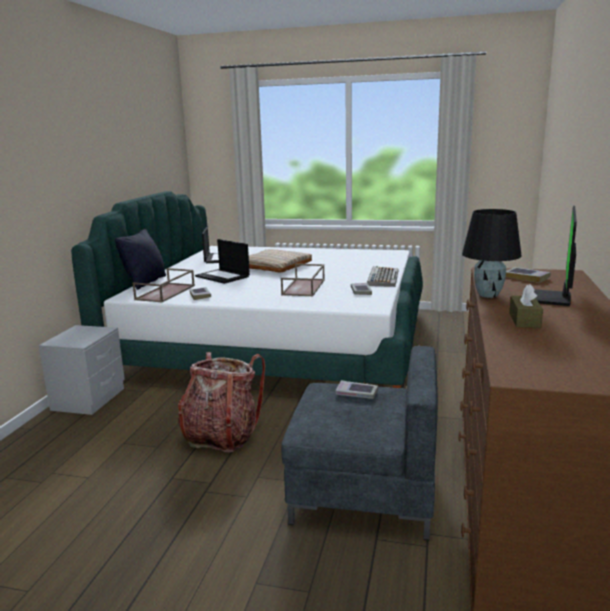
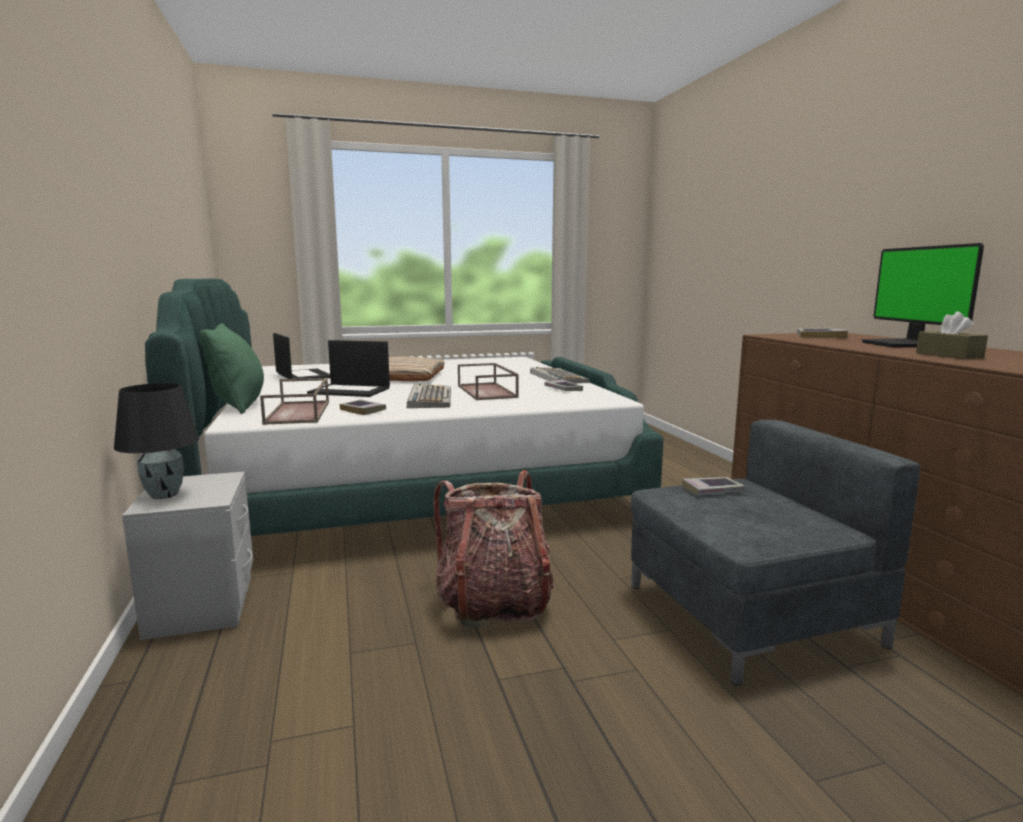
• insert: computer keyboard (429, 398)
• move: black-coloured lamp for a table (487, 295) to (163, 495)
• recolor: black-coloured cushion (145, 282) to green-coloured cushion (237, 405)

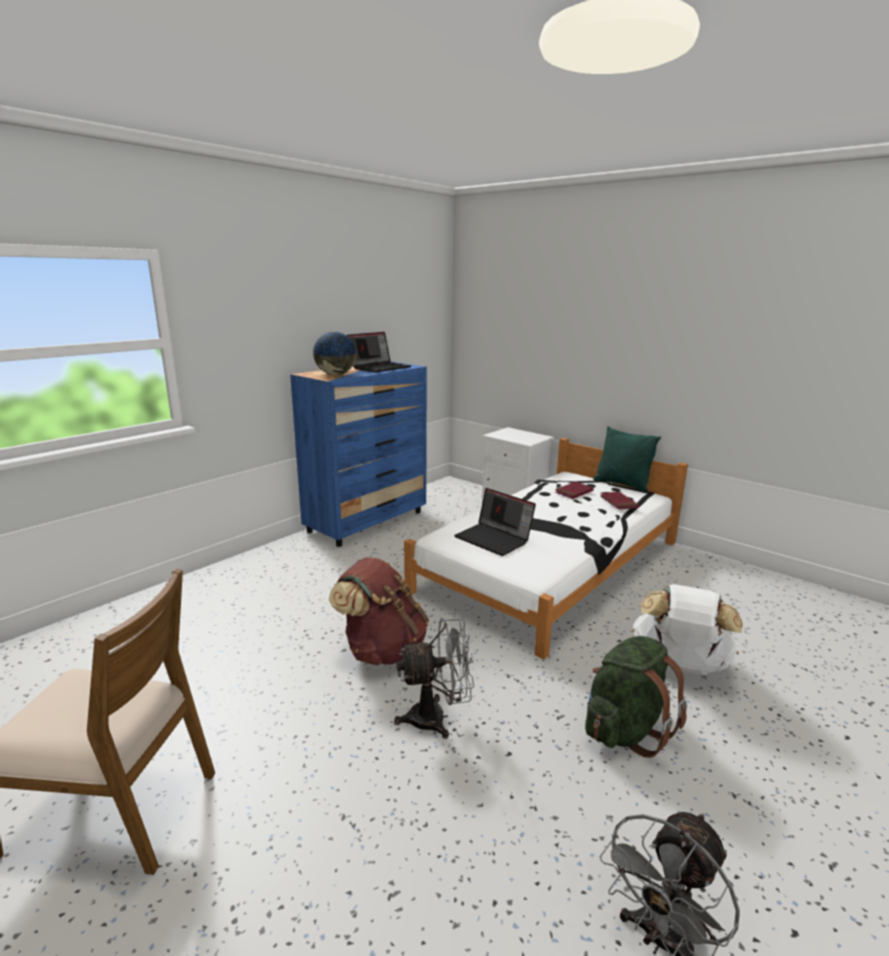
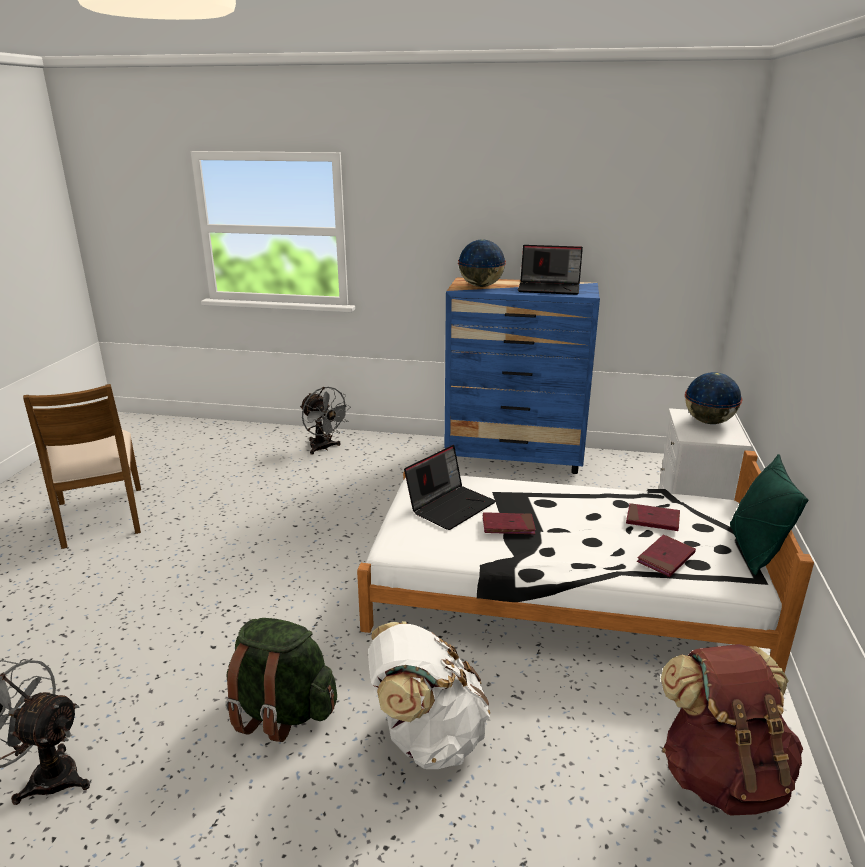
• insert: red bound book (508, 526)
• insert: globe (708, 422)
• move: brownish knapsack (382, 650) to (721, 775)
• move: greyish electric fan (437, 718) to (324, 448)
• rotate: laptop (494, 539) = (450, 506) 150 degrees counterclockwise

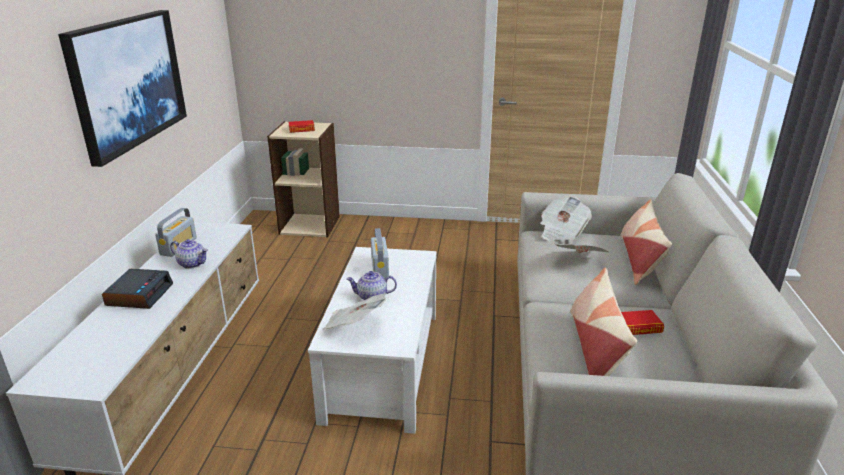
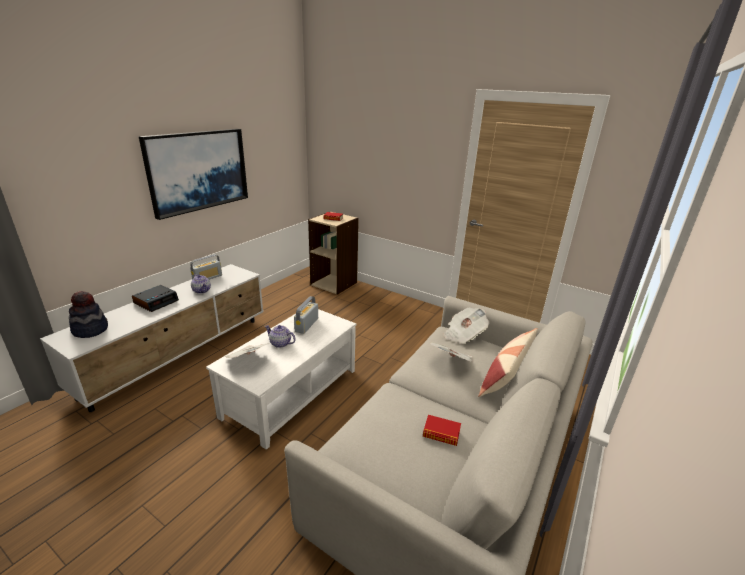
• delete: cushion (596, 348)
• insert: hat (90, 330)

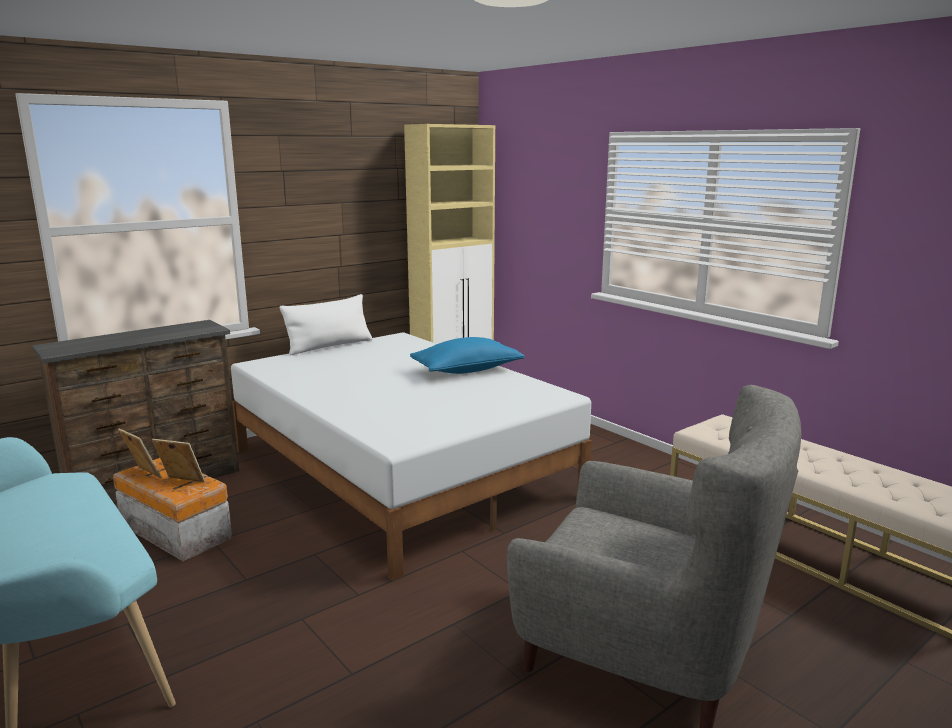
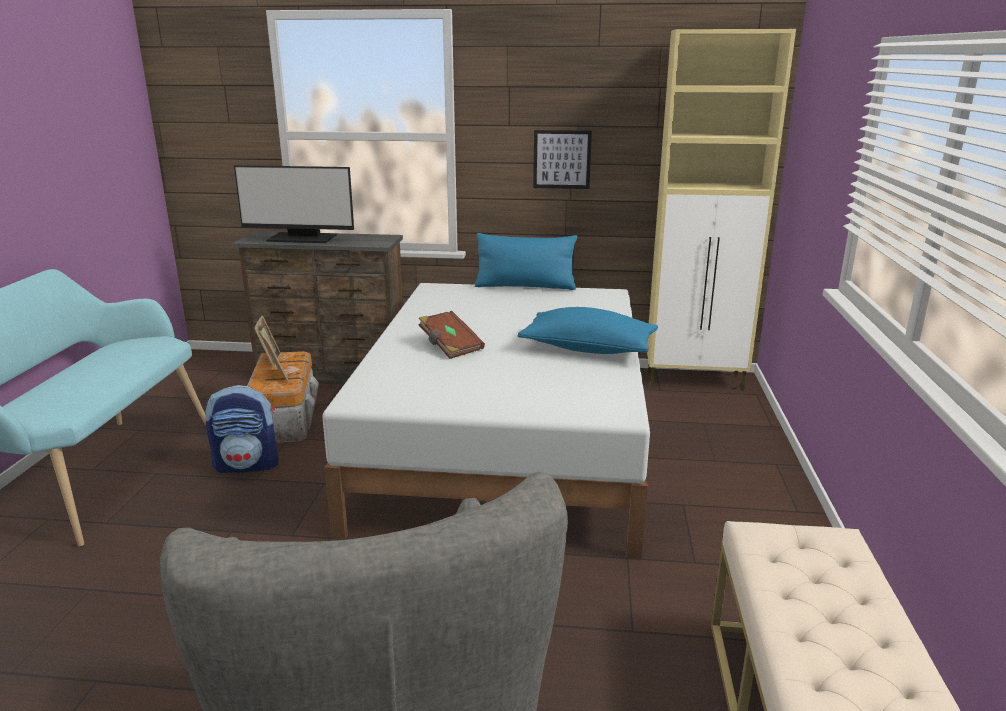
• insert: knapsack (248, 465)
• insert: computer screen (301, 238)
• insert: brownish bound book (450, 346)
• insert: picture (562, 159)
• recolor: white cushion (329, 346) to bluish cushion (525, 286)

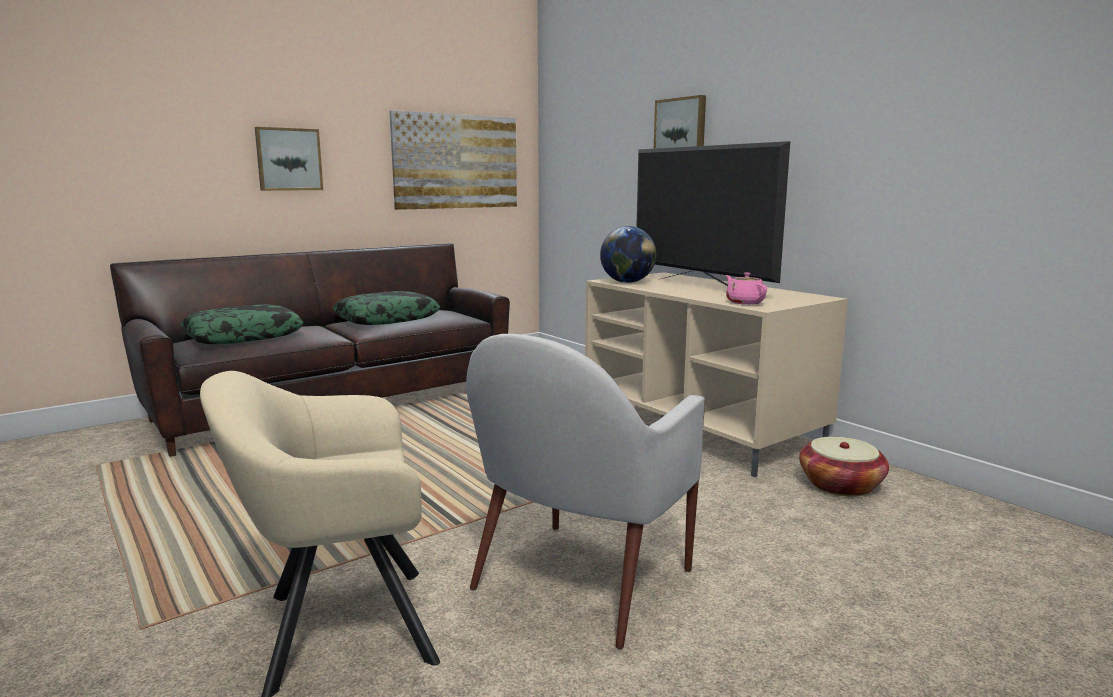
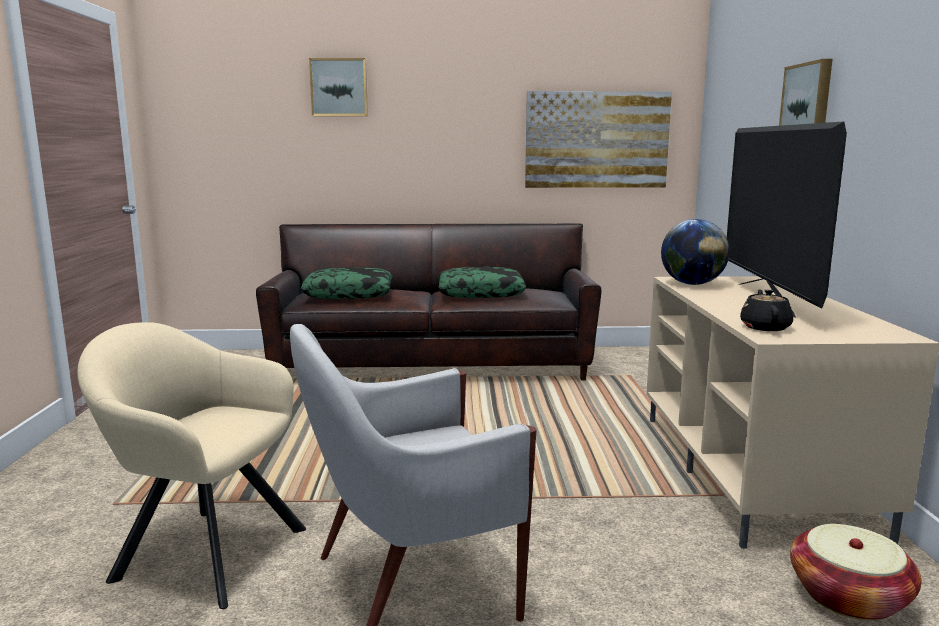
• move: picture (288, 159) to (339, 87)
• recolor: pinkish tea pot (744, 302) to black-coloured tea pot (765, 327)

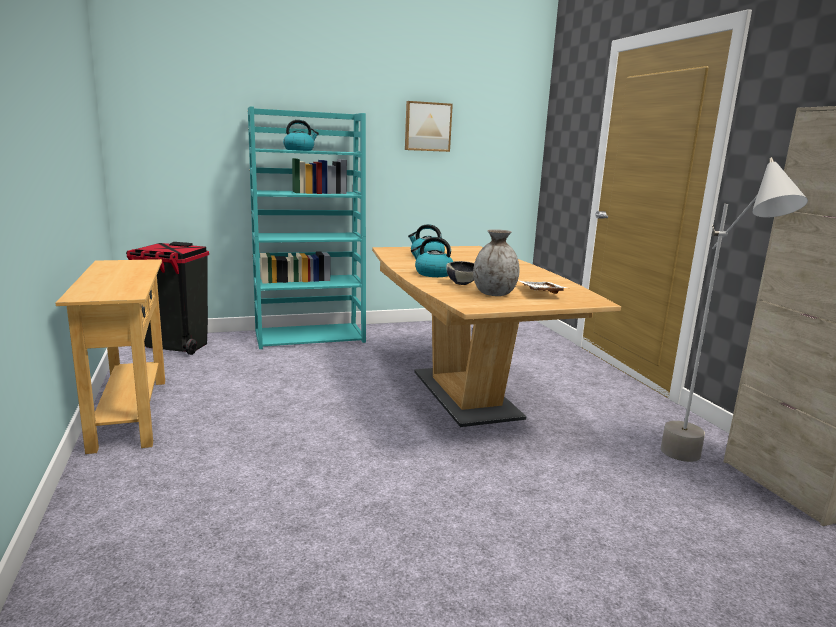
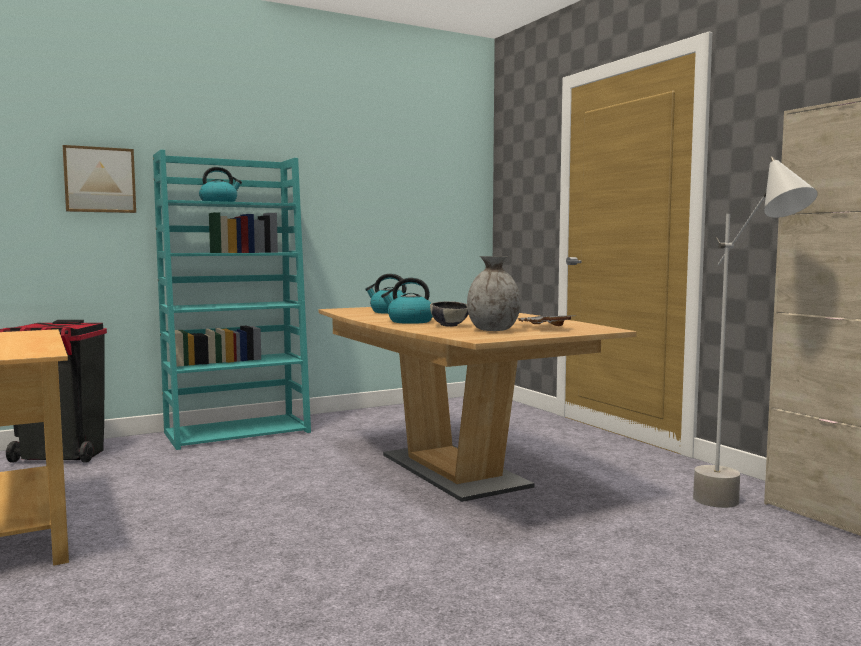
• move: picture (427, 126) to (99, 180)

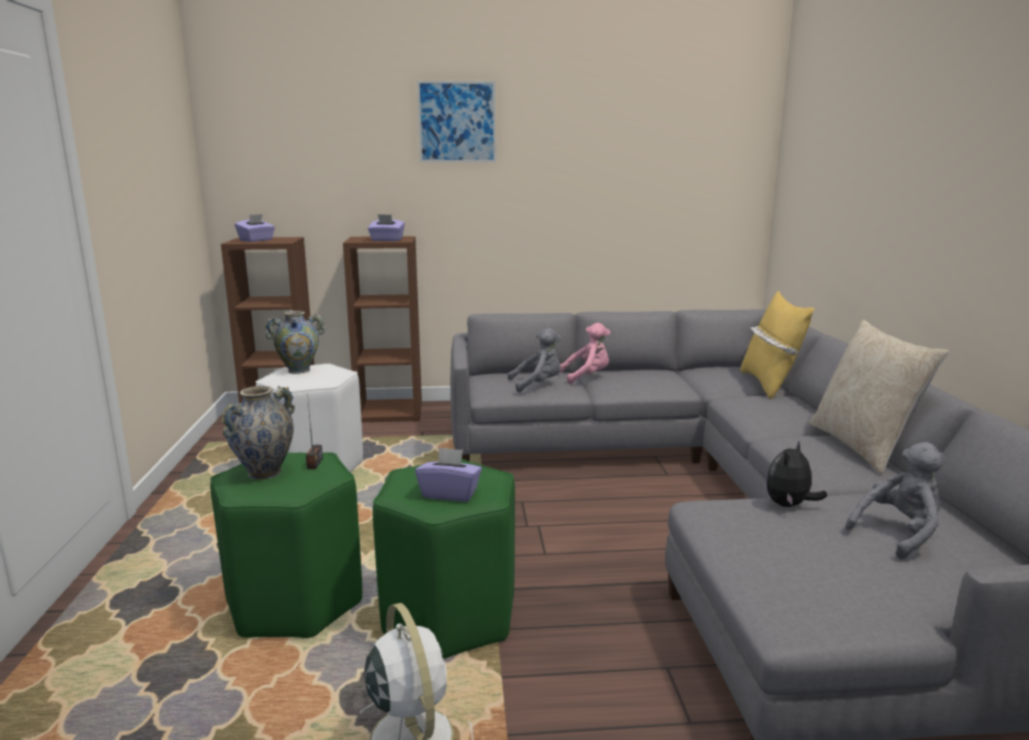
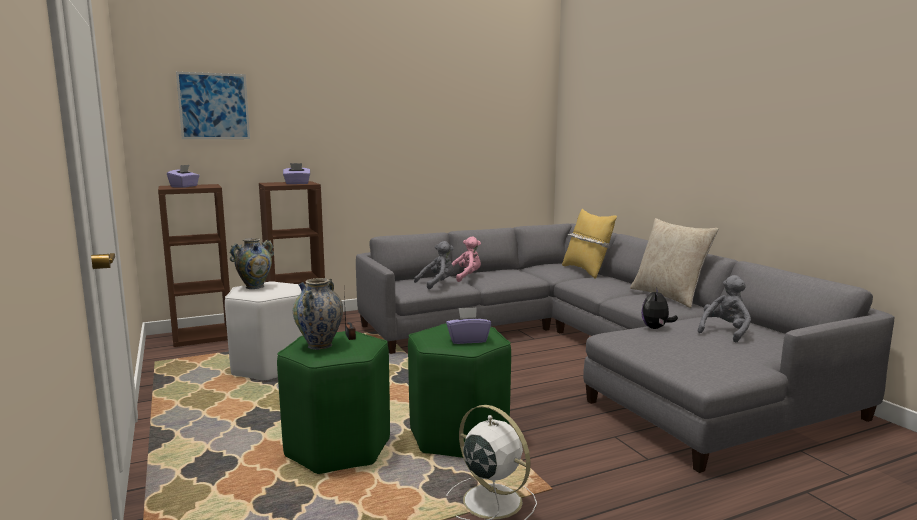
• move: picture (457, 122) to (214, 106)

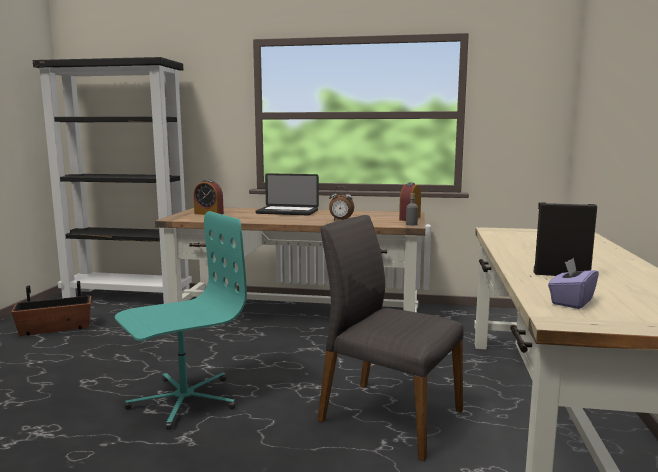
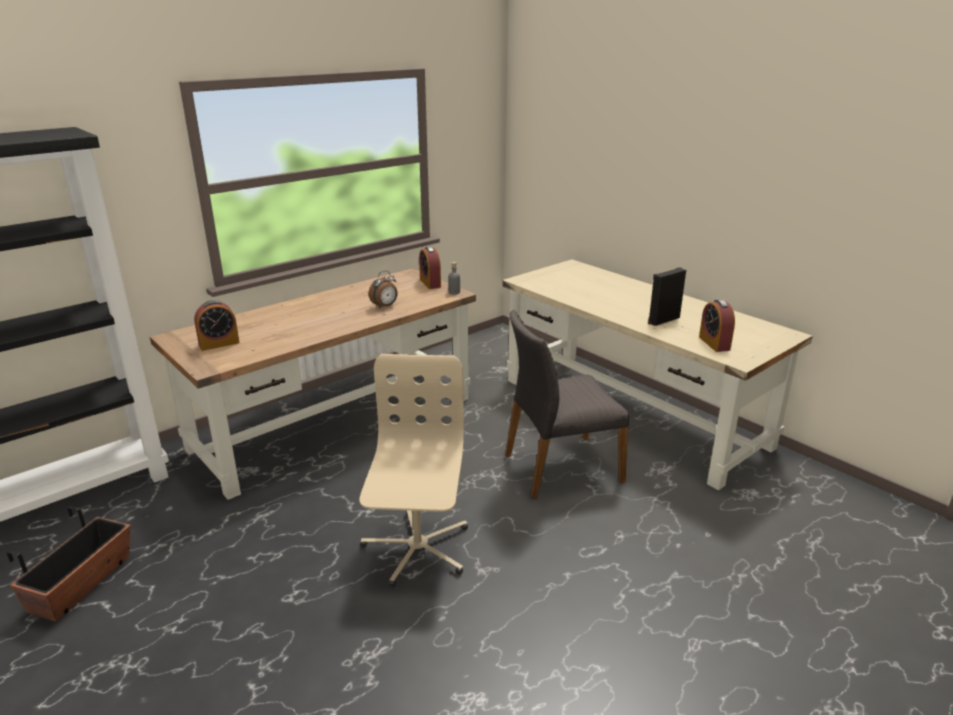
• delete: laptop (287, 212)
• replace: purple tissue box (571, 301) to bedside clock (714, 343)
• recolor: turquoise-coloured computer chair (183, 400) to sand-coloured computer chair (417, 548)

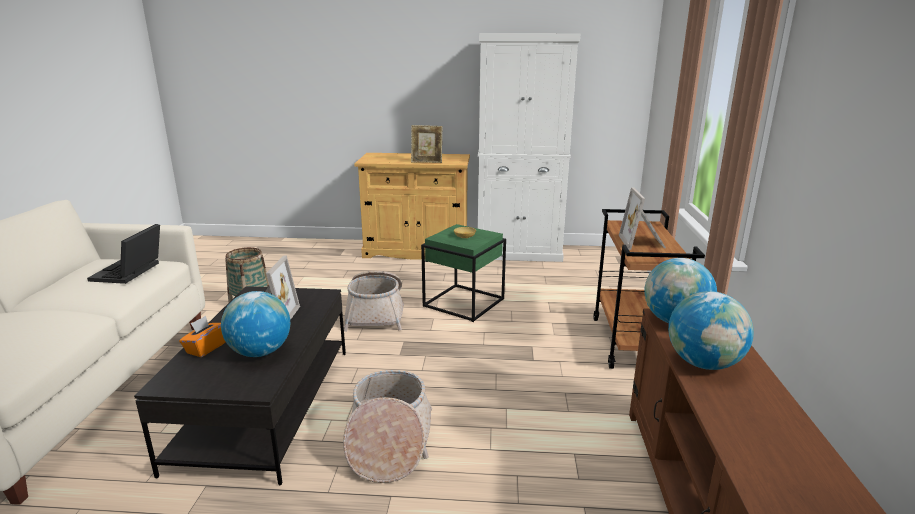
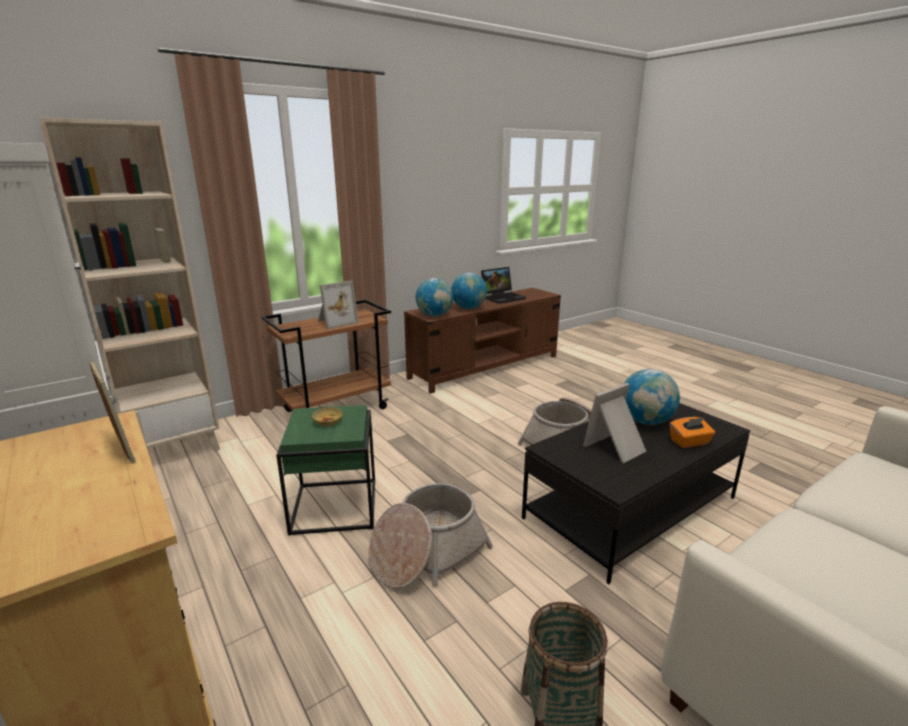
• insert: sand-coloured bookcase (175, 447)
• move: laptop (129, 273) to (503, 297)

